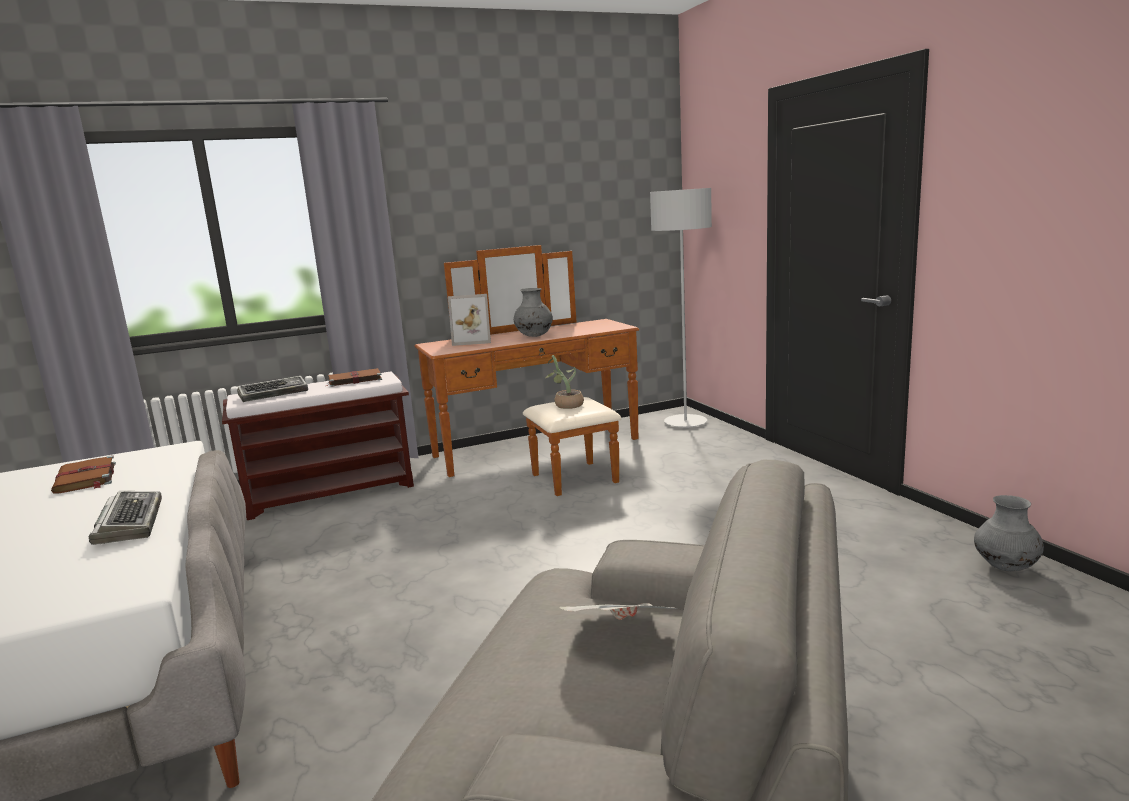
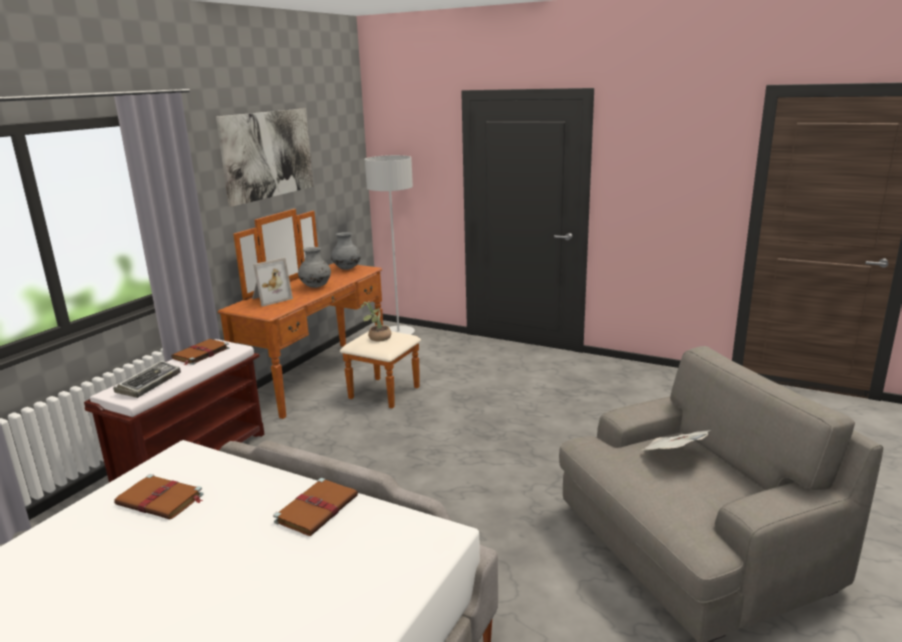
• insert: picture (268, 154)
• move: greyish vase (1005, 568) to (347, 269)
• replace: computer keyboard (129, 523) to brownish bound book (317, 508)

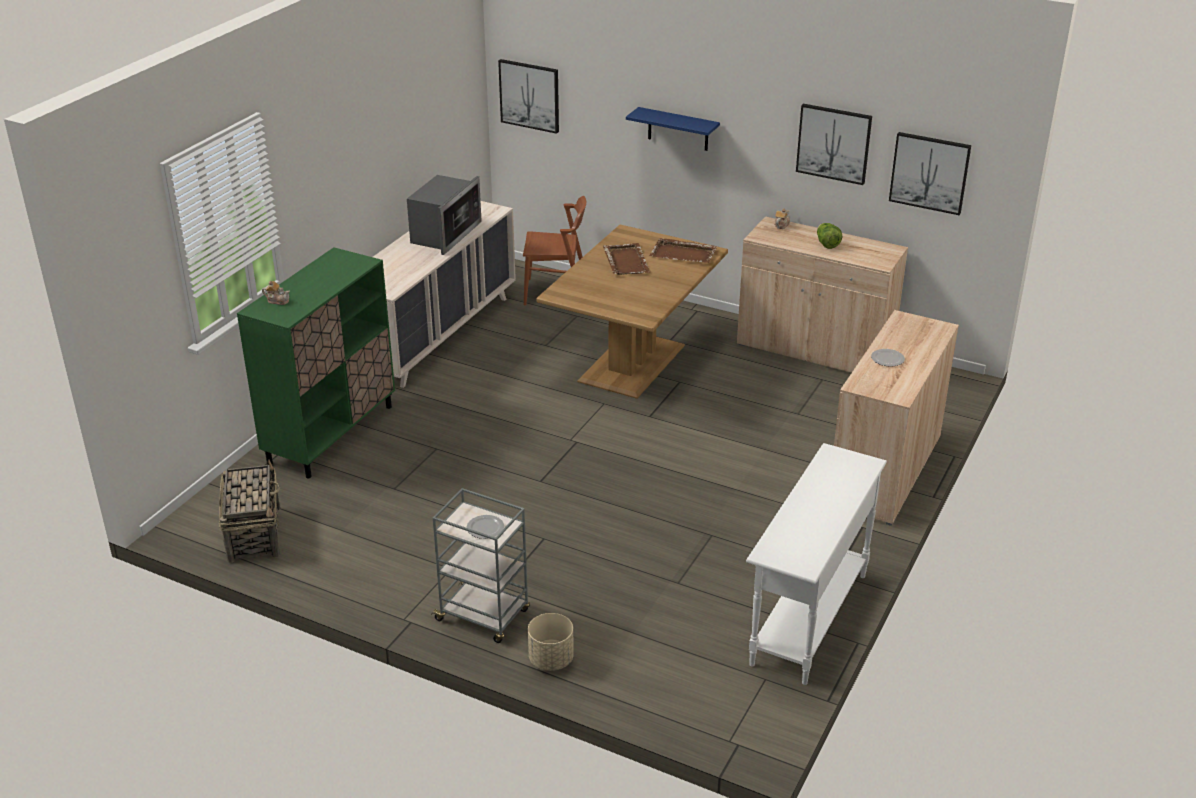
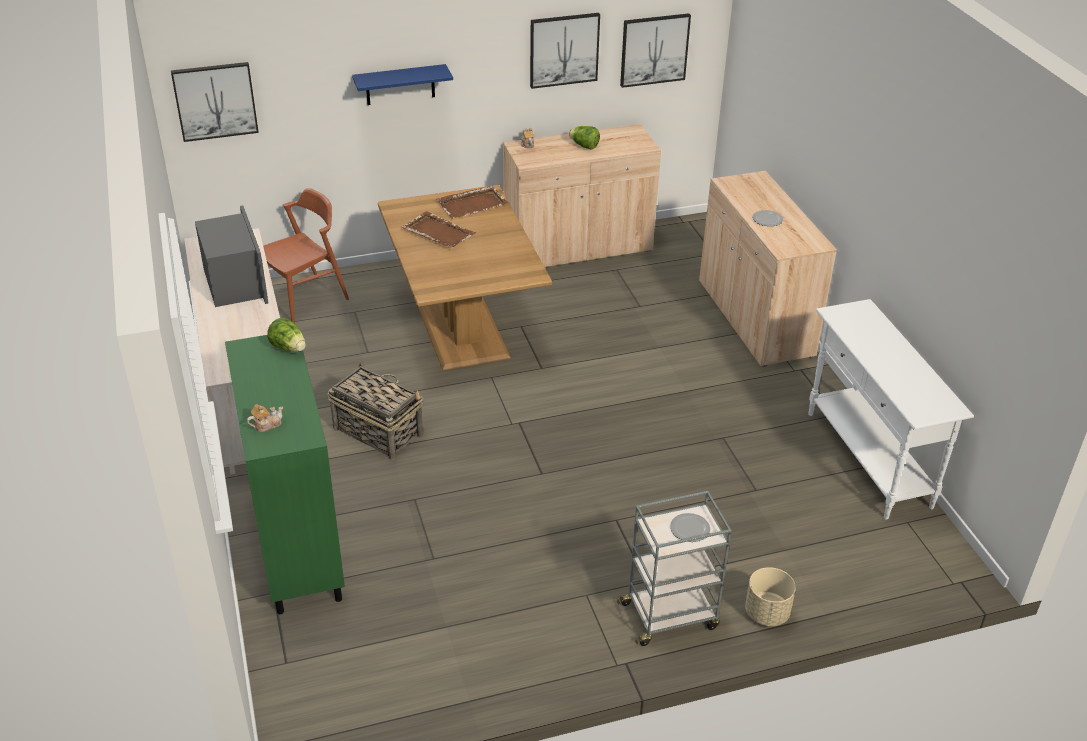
• insert: lettuce (289, 348)
• move: storage basket (254, 533) to (377, 431)

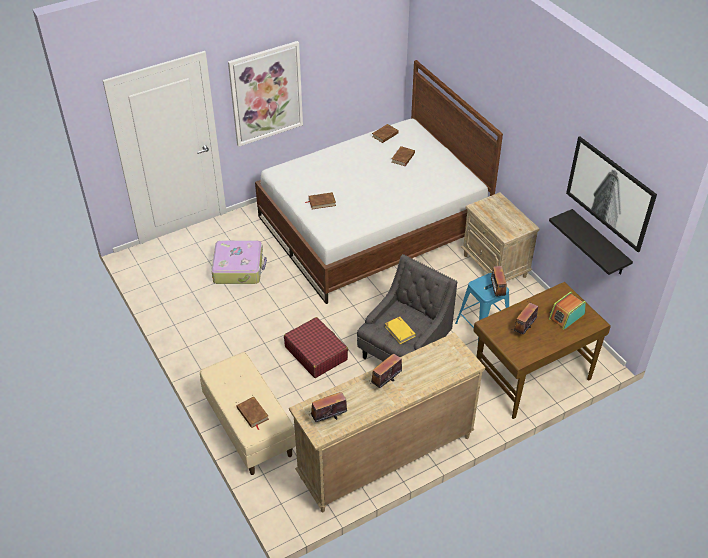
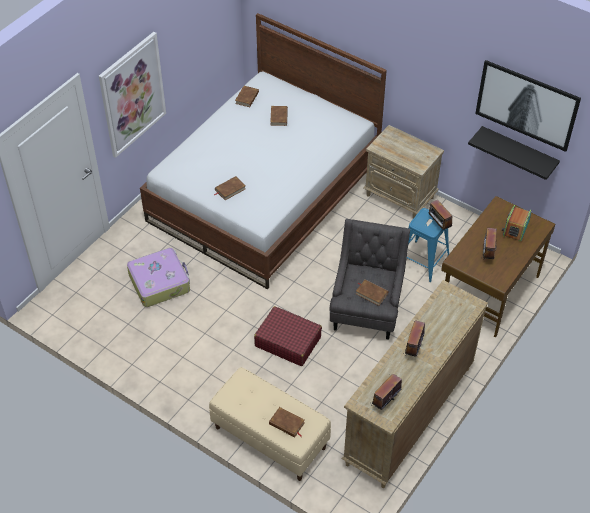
• recolor: yellow bound book (400, 331) to brownish bound book (371, 293)

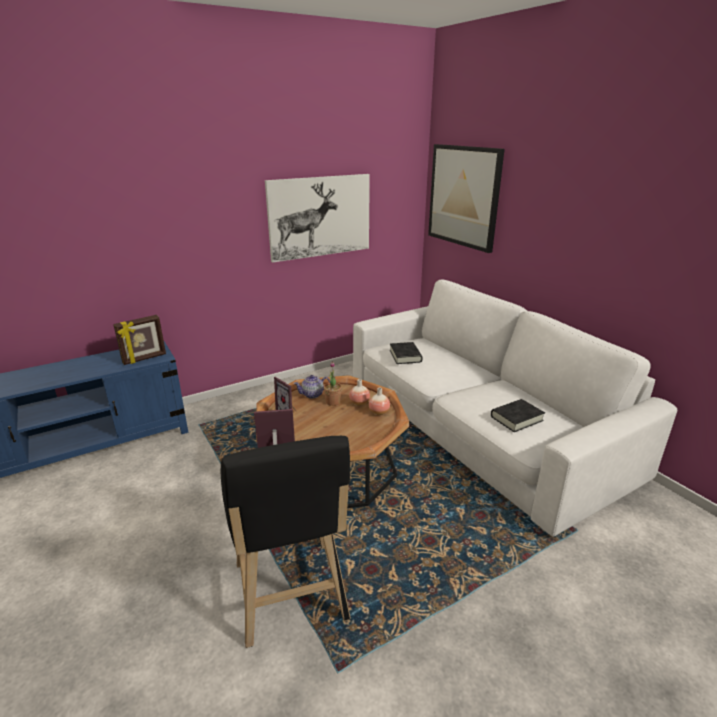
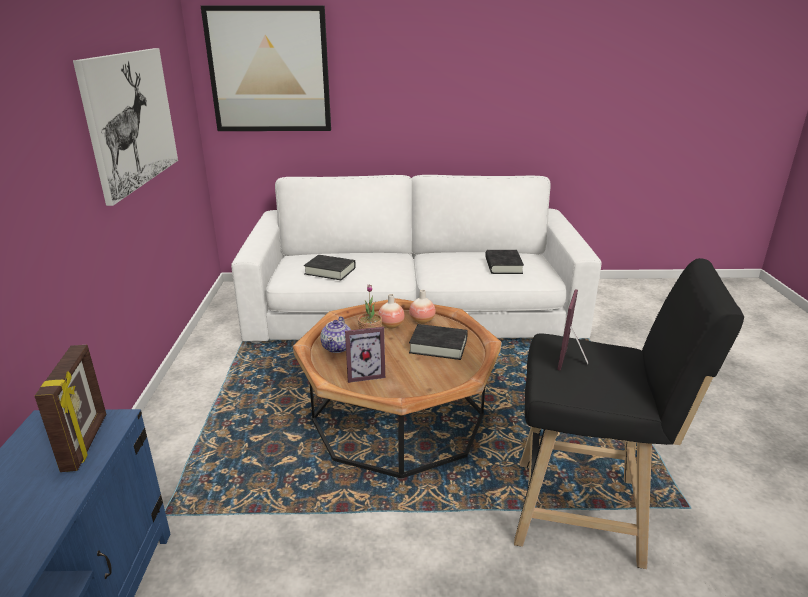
• insert: black-coloured bound book (438, 346)

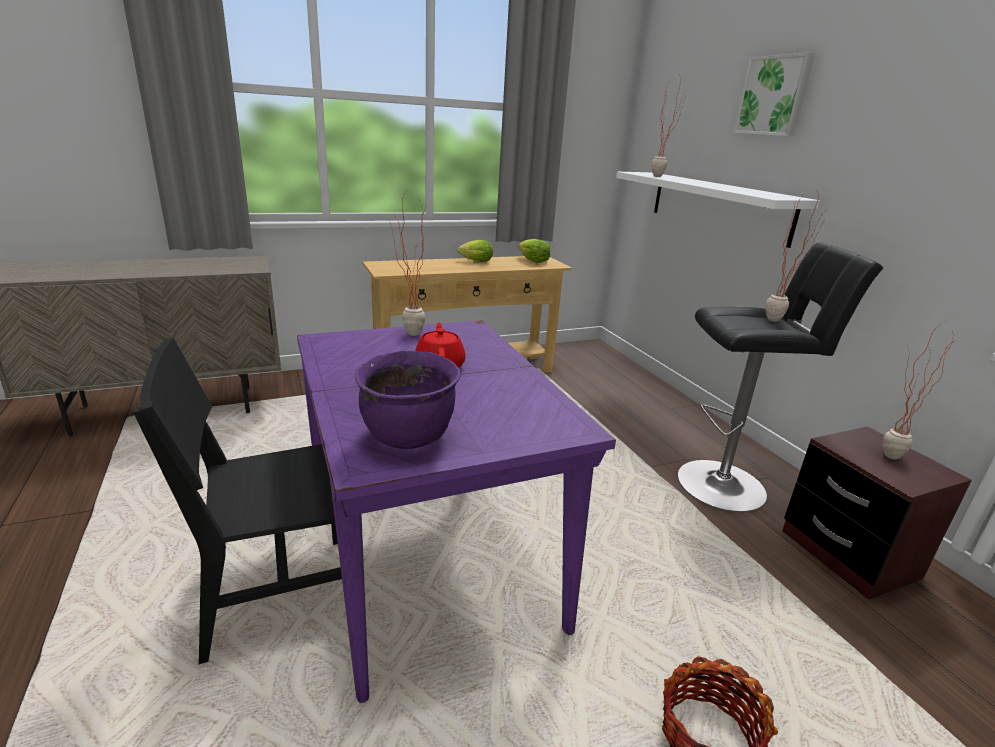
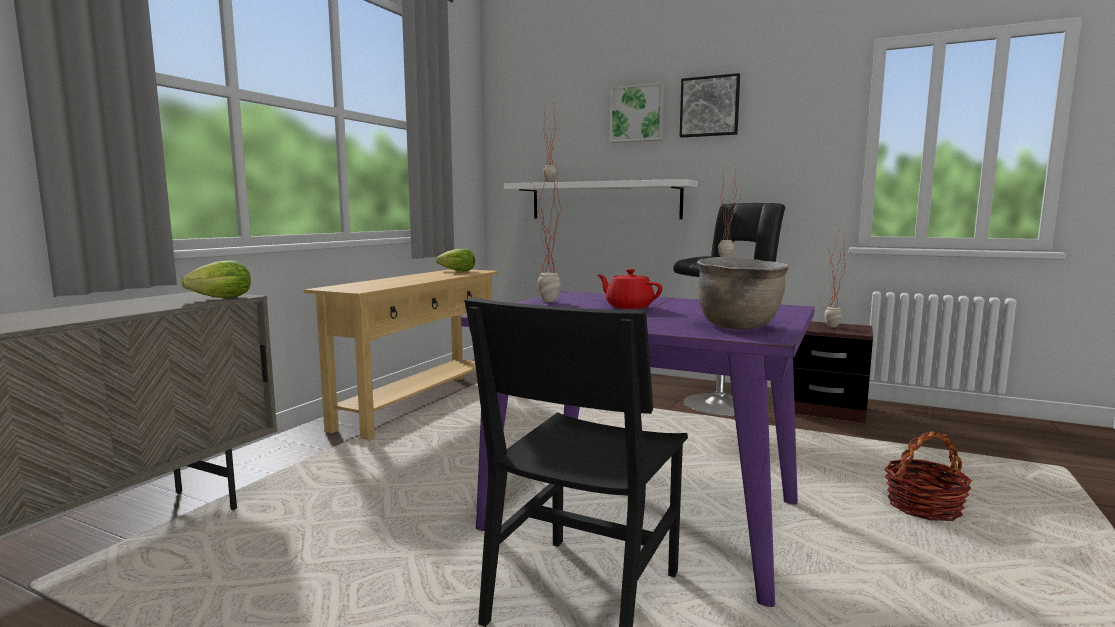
• insert: picture (709, 106)
• move: lettuce (474, 261) to (218, 298)
• recolor: purple cooking pot (409, 437) to brownish cooking pot (739, 326)

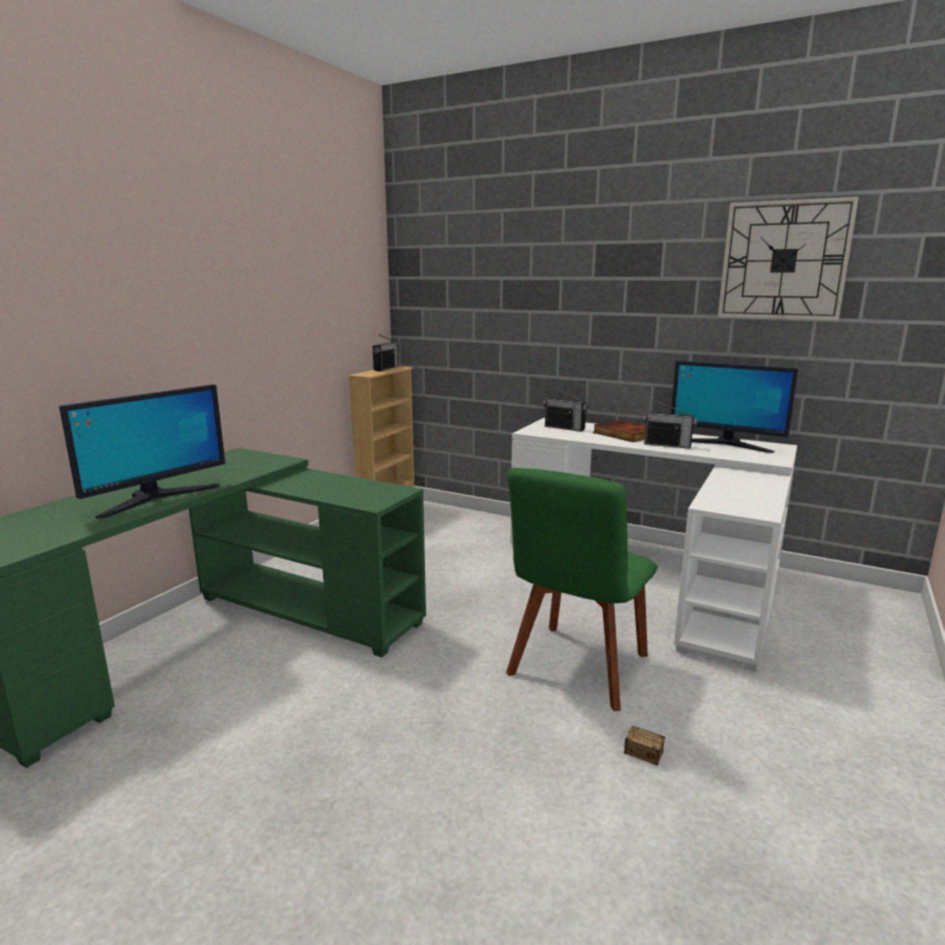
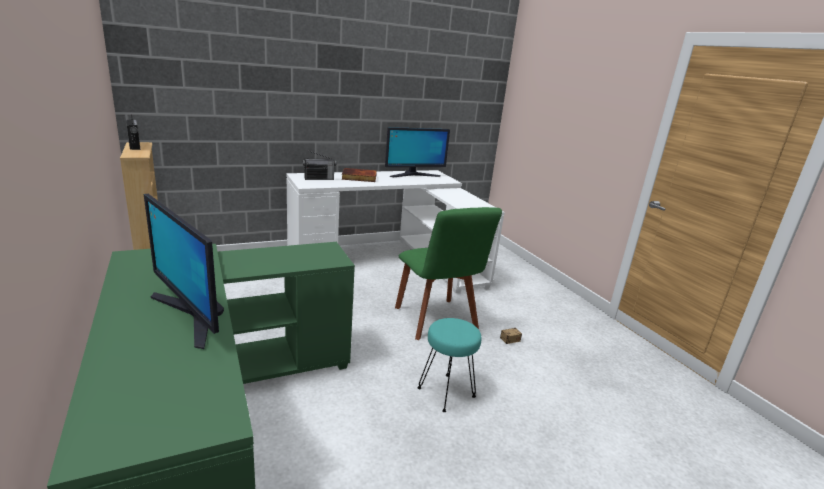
• delete: radio receiver (667, 445)
• delete: clock on the wall (784, 260)
• insert: turquoise-coloured stool (446, 393)
• rotate: computer screen (156, 498) = (192, 316) 150 degrees clockwise

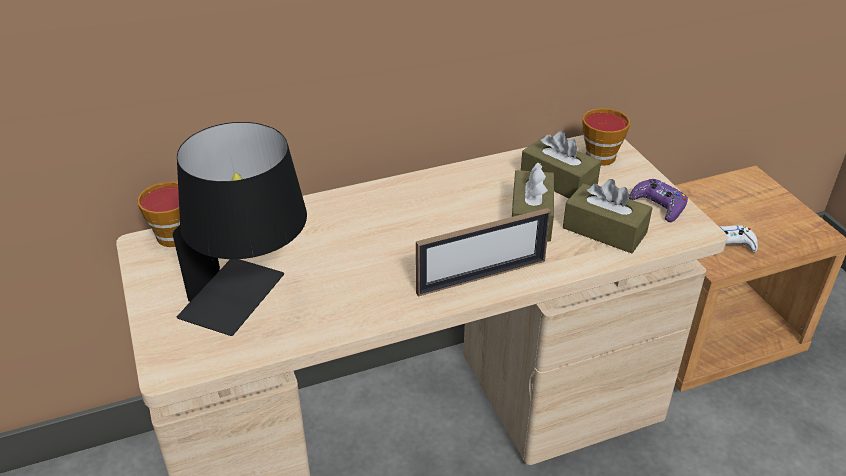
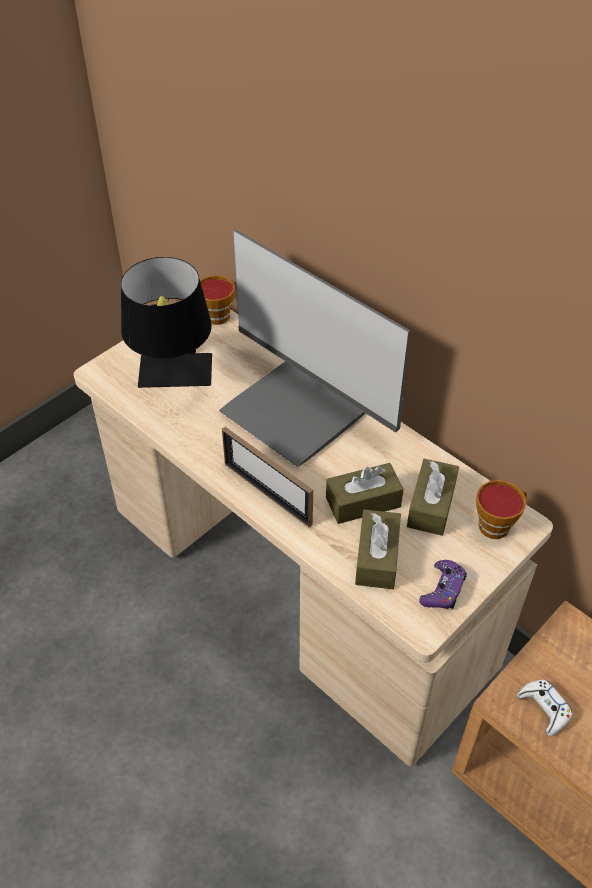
• insert: computer screen (298, 410)

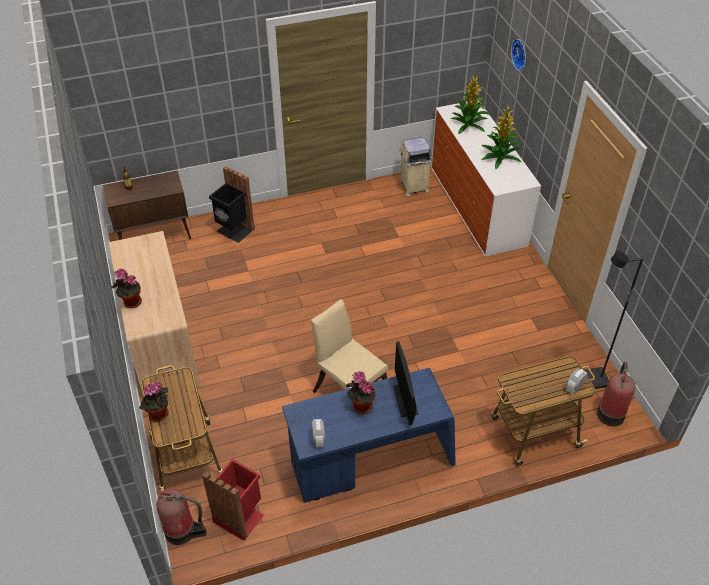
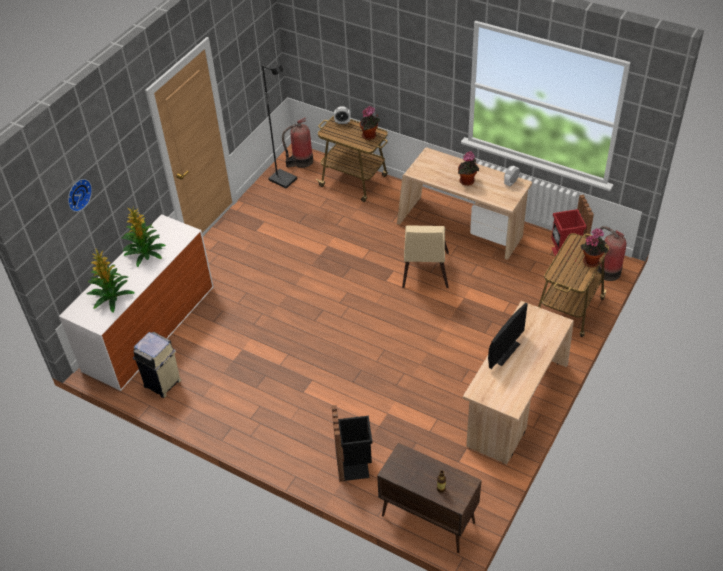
• move: houseplant (131, 302) to (370, 136)
• move: computer screen (405, 400) to (504, 351)
• recolor: bluish desk (371, 462) to sand-coloured desk (461, 229)

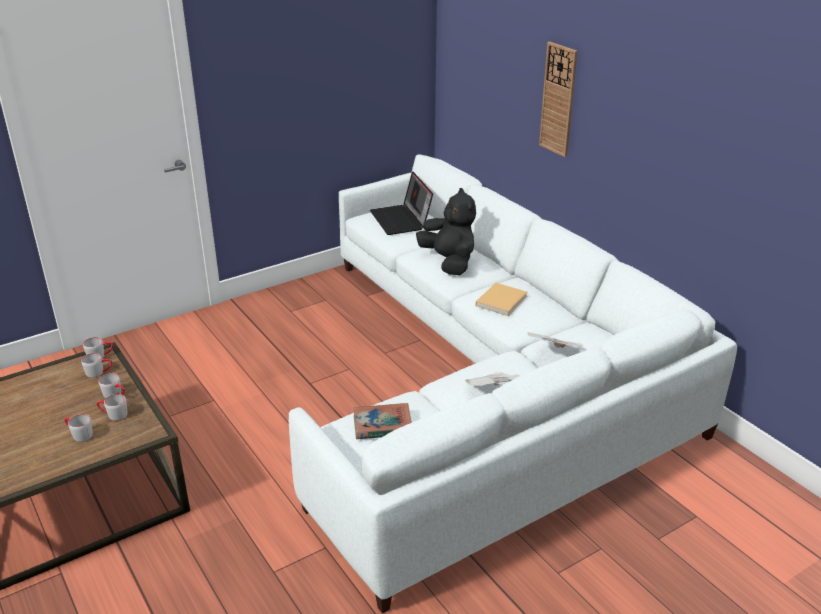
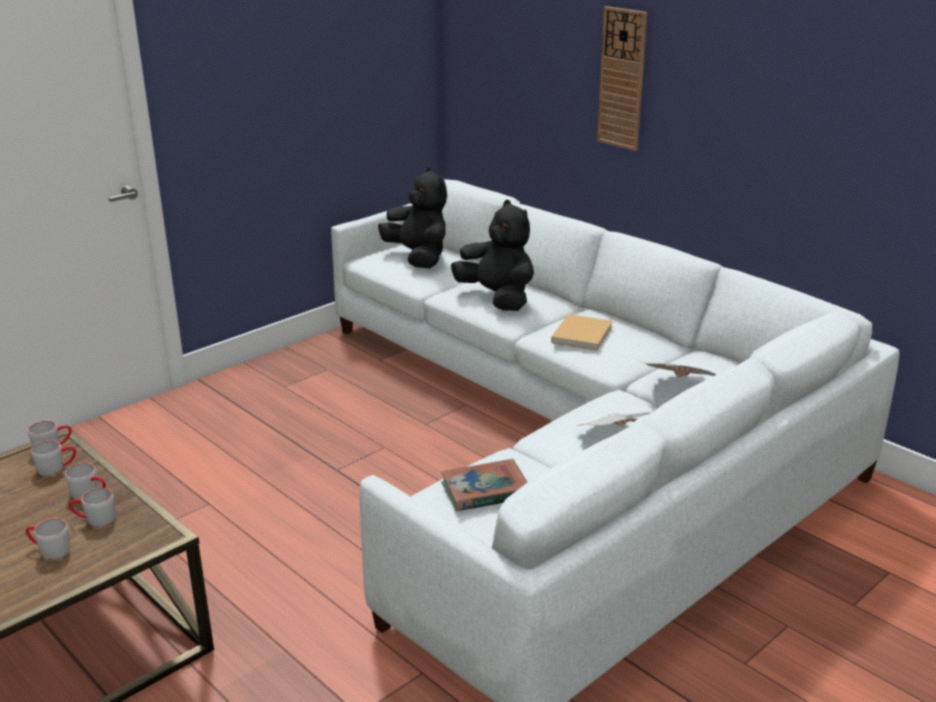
• replace: laptop (401, 220) to black-coloured plush toy (418, 258)

